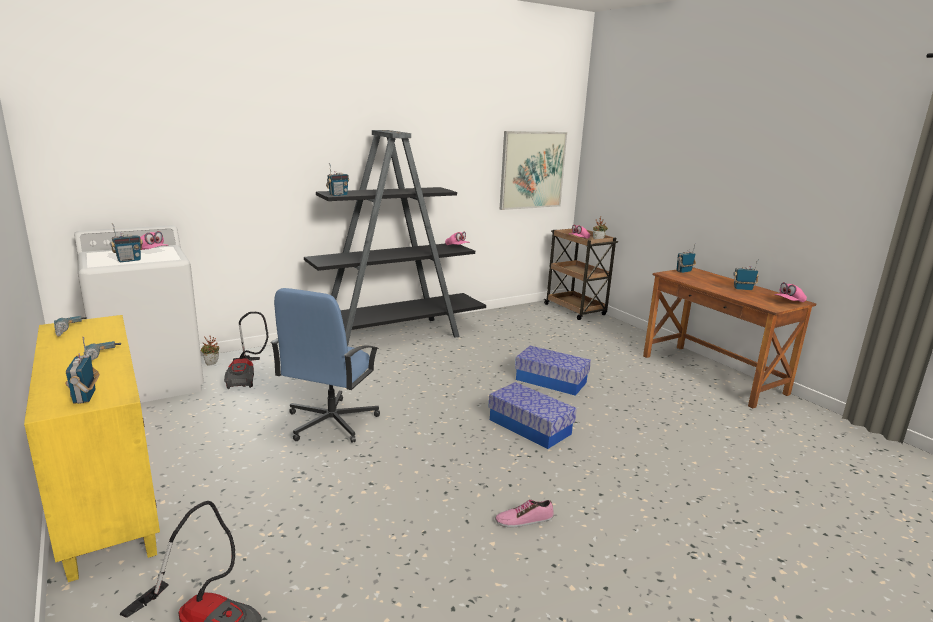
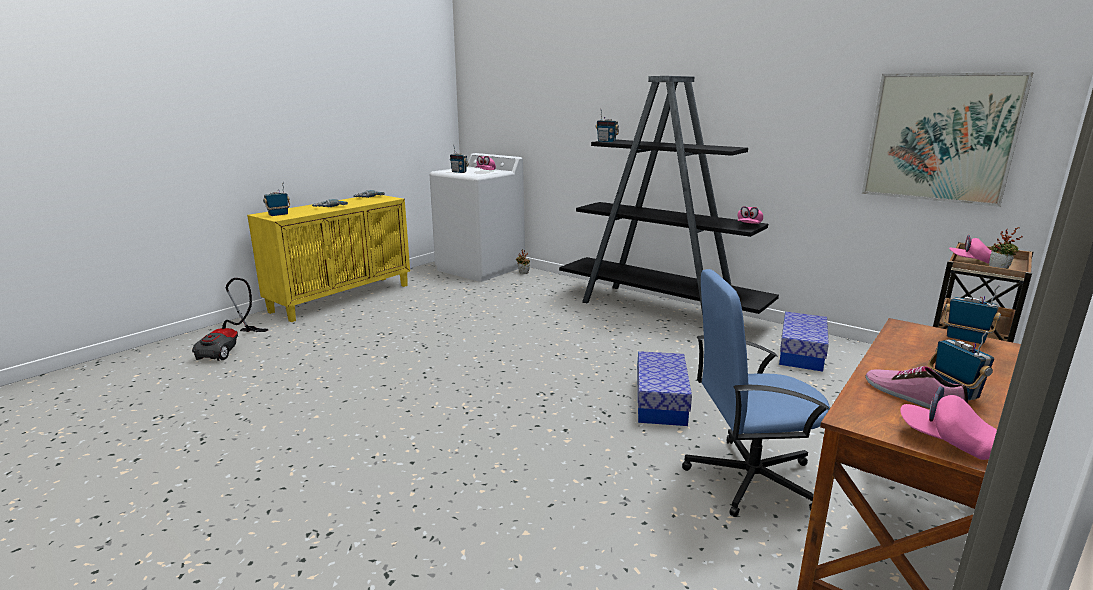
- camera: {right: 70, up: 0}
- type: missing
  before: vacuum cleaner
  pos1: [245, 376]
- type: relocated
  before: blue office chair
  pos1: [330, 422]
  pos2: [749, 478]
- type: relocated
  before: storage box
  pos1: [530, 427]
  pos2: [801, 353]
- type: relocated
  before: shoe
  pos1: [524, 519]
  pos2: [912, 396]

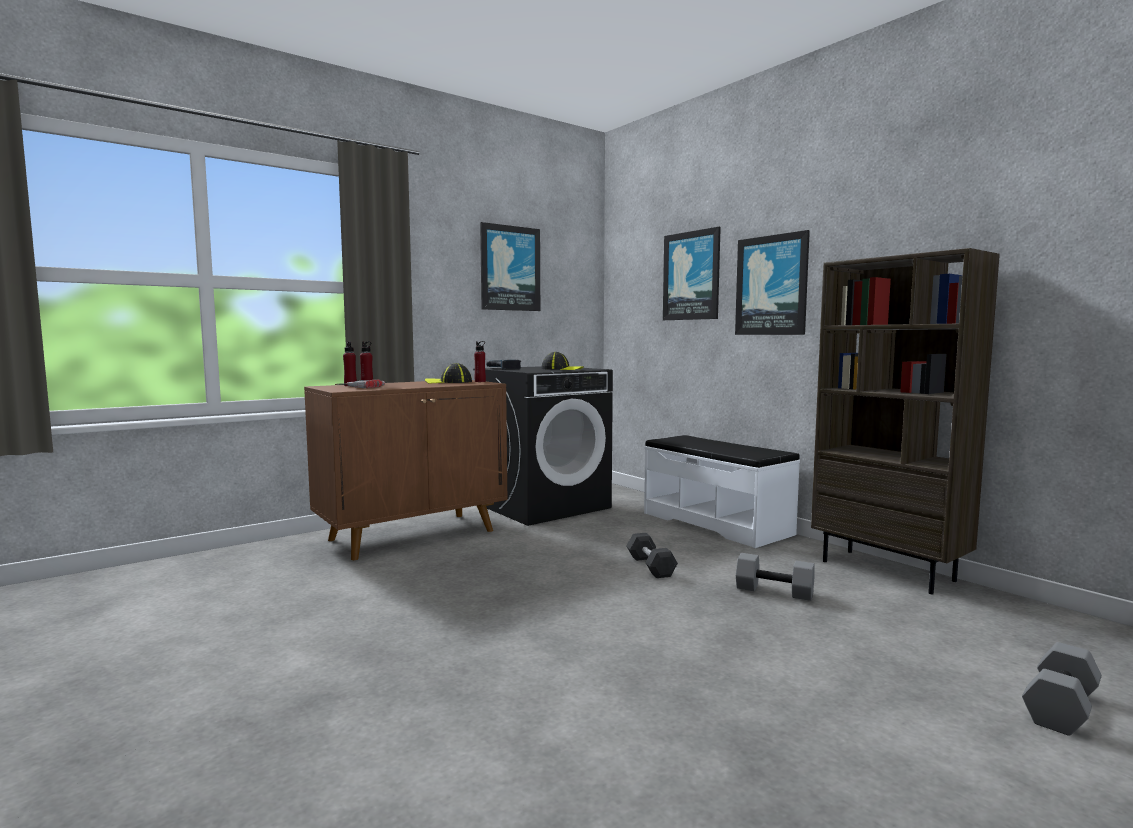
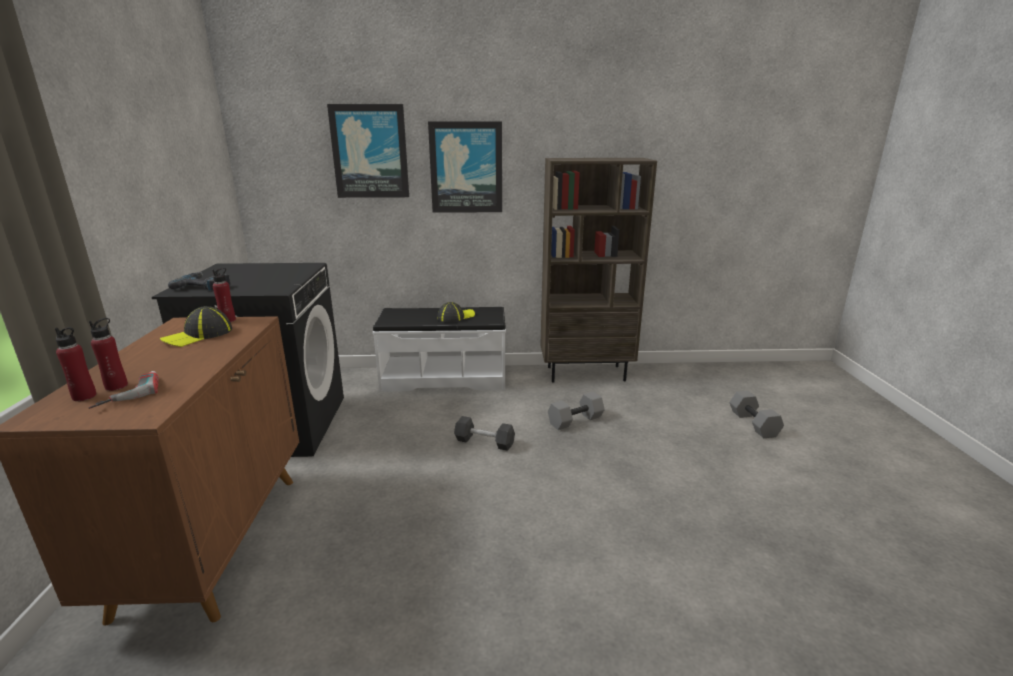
- camera: {right: -55, up: 15}
- type: missing
  before: picture
  pos1: [510, 268]
- type: relocated
  before: cap
  pos1: [562, 369]
  pos2: [455, 317]

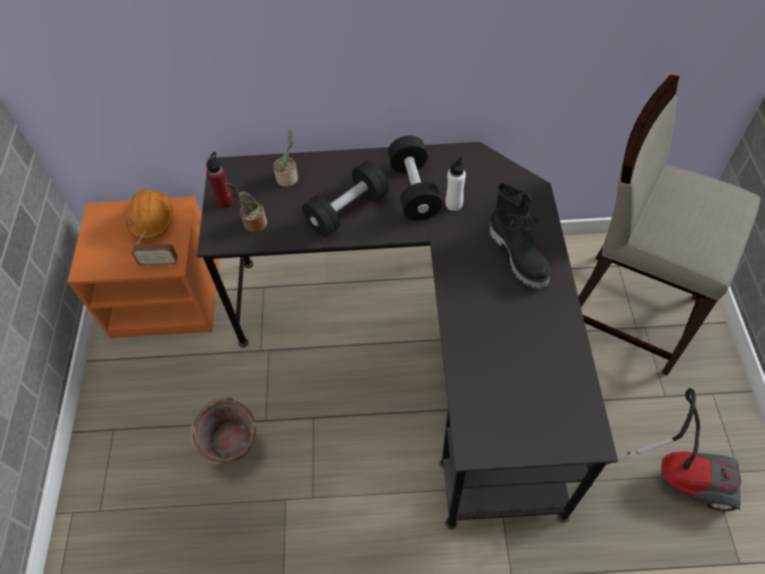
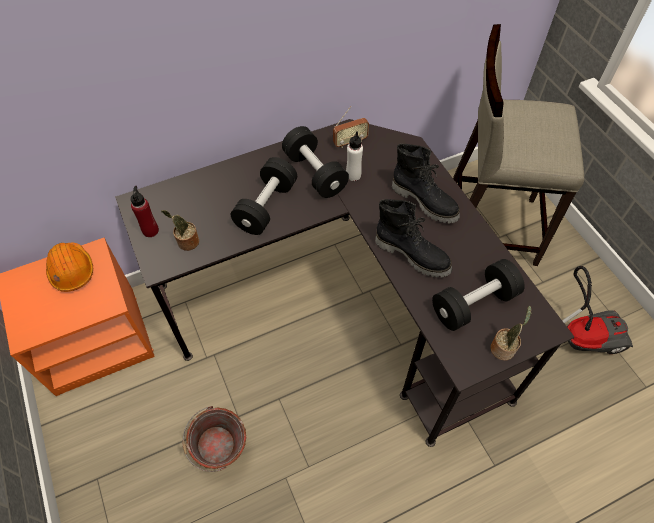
- camera: {right: -25, up: 0}
- type: appeared
  after: black boot
  pos2: [413, 254]
- type: appeared
  after: black dumbbell
  pos2: [474, 304]
- type: relocated
  before: radio
  pos1: [159, 262]
  pos2: [350, 142]
- type: relocated
  before: potted plant
  pos1: [289, 178]
  pos2: [503, 348]

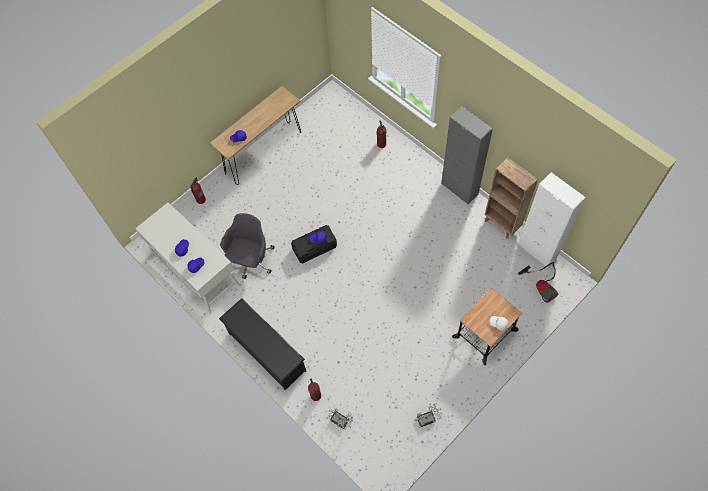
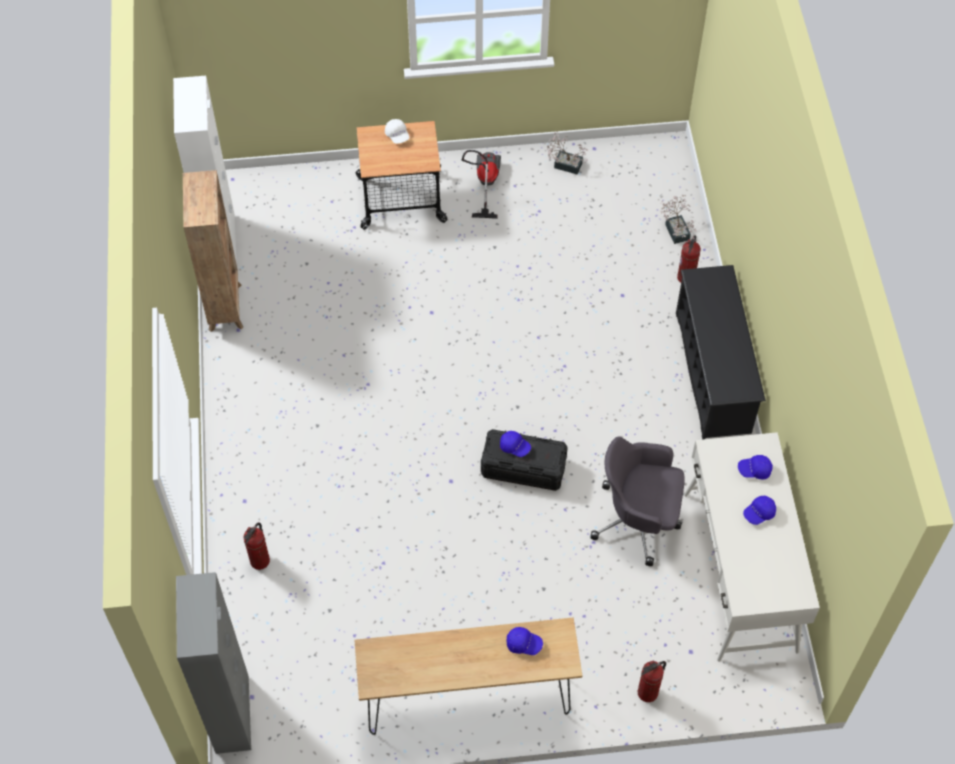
- camera: {right: -145, up: -5}
- type: relocated
  before: grey cabinet
  pos1: [459, 189]
  pos2: [232, 714]
- type: relocated
  before: vacuum cleaner
  pos1: [541, 287]
  pos2: [484, 183]
- type: spun
  before: grey office chair
  pos1: [251, 260]
  pos2: [638, 520]
  turn: 45

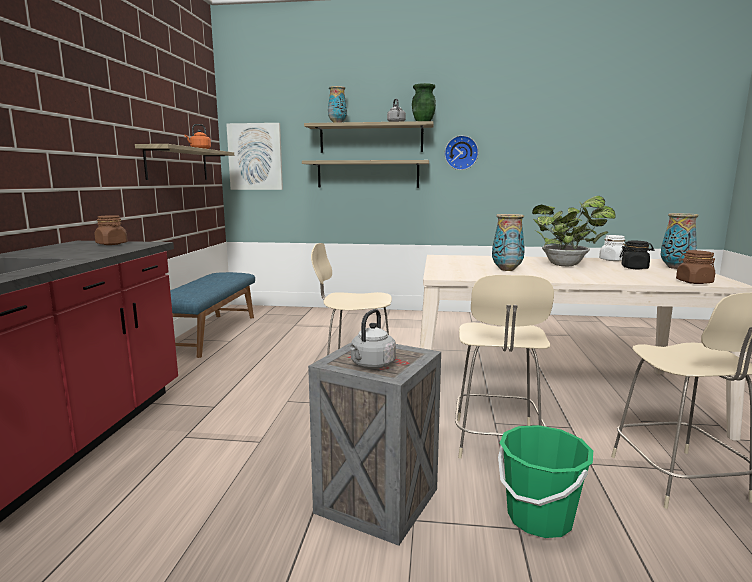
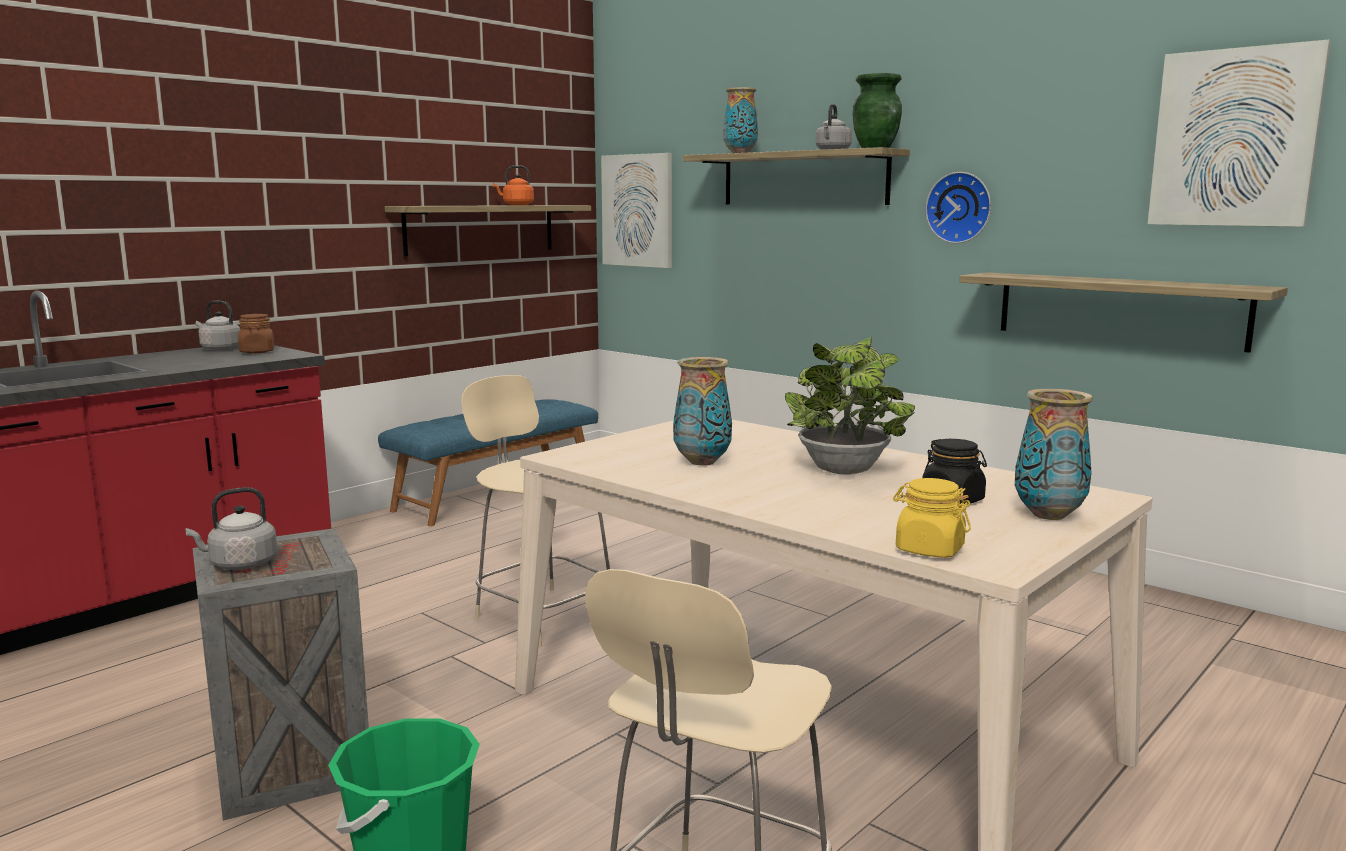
- camera: {right: 35, up: 0}
- type: missing
  before: beige chair
  pos1: [496, 442]
- type: missing
  before: white jar
  pos1: [612, 260]
- type: appeared
  after: grey kettle
  pos2: [219, 349]
- type: appeared
  after: picture
  pos2: [1234, 138]
- type: relocated
  before: shelf
  pos1: [368, 174]
  pos2: [1119, 309]
- type: colour
  before: brown jar
  after: yellow jar
  pos1: [694, 282]
  pos2: [929, 549]

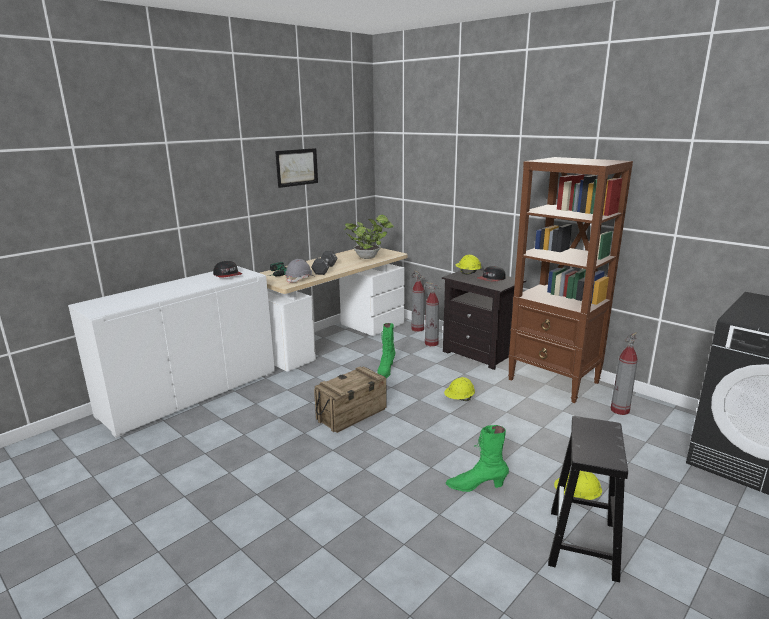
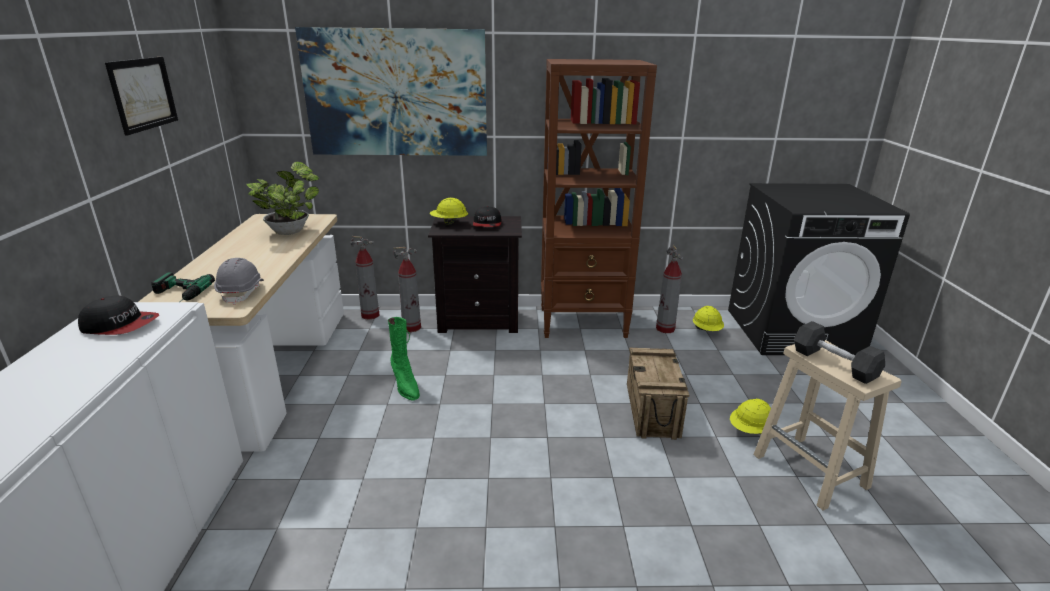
- camera: {right: -45, up: 5}
- type: missing
  before: green boot
  pos1: [476, 486]
- type: appeared
  after: picture
  pos2: [396, 93]
- type: relocated
  before: black dumbbell
  pos1: [325, 269]
  pos2: [834, 364]
- type: relocated
  before: crate
  pos1: [352, 414]
  pos2: [652, 411]
- type: relocated
  before: yellow hard hat
  pos1: [459, 399]
  pos2: [707, 330]
- type: colour
  before: black stool
  after: beige stool
  pos1: [583, 544]
  pos2: [811, 472]

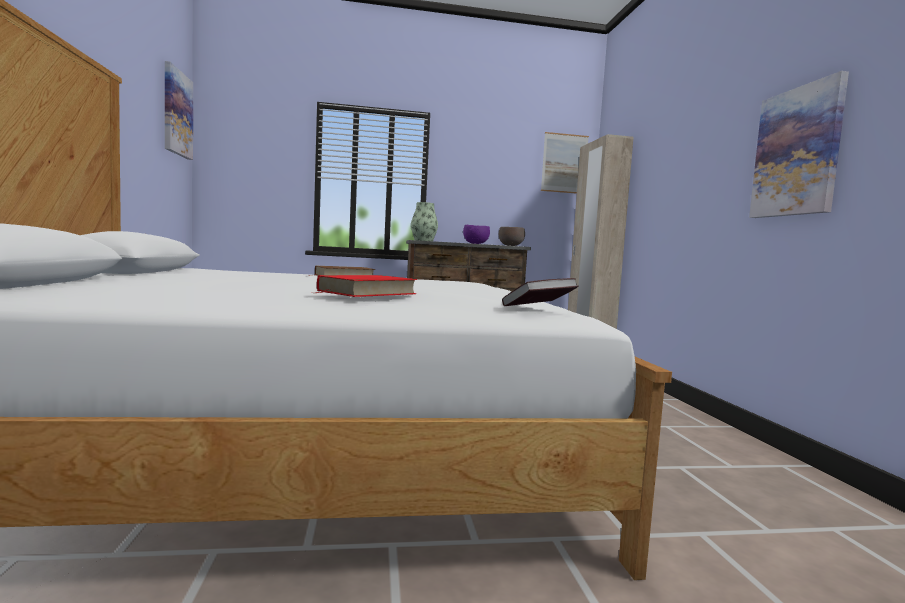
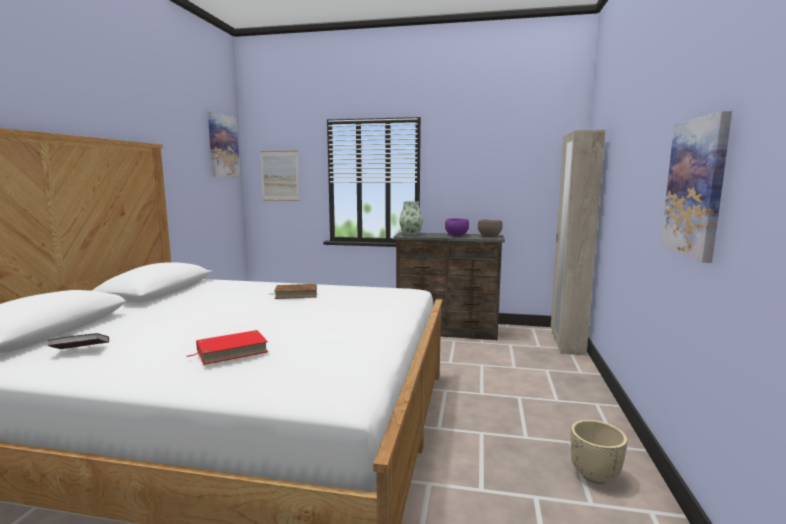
- camera: {right: 20, up: 5}
- type: appeared
  after: beige planter
  pos2: [595, 475]
- type: relocated
  before: book
  pos1: [538, 307]
  pos2: [80, 351]
- type: relocated
  before: picture
  pos1: [564, 163]
  pos2: [280, 176]

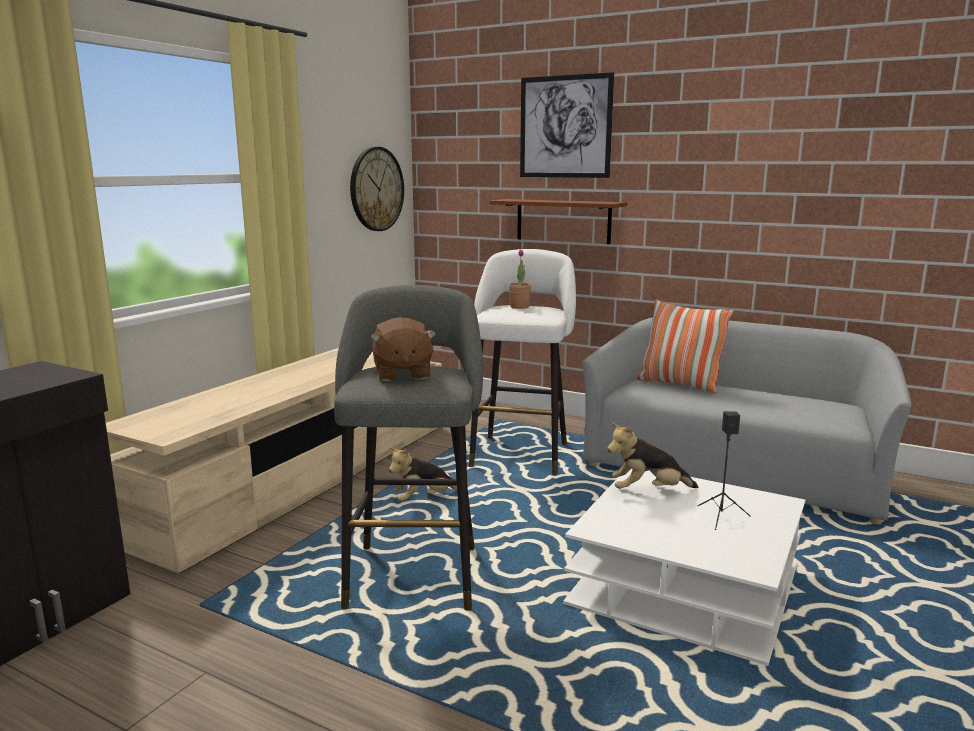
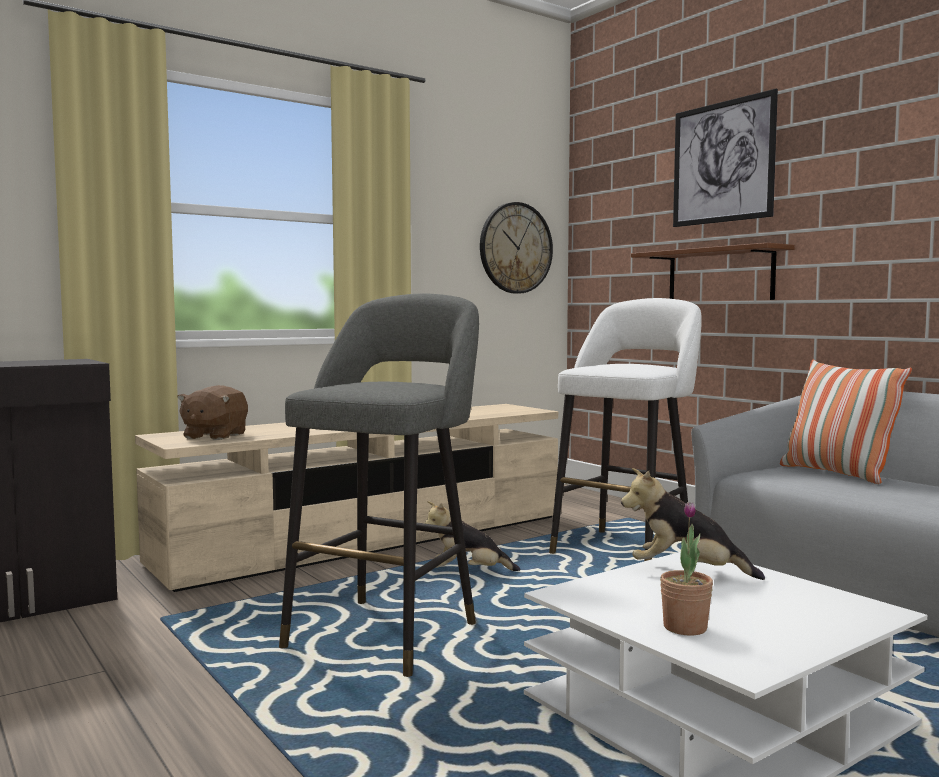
- camera: {right: 25, up: -10}
- type: missing
  before: black speaker
  pos1: [721, 517]
- type: relocated
  before: brown plush toy
  pos1: [402, 374]
  pos2: [214, 436]
- type: relocated
  before: potted plant
  pos1: [519, 307]
  pos2: [685, 627]

